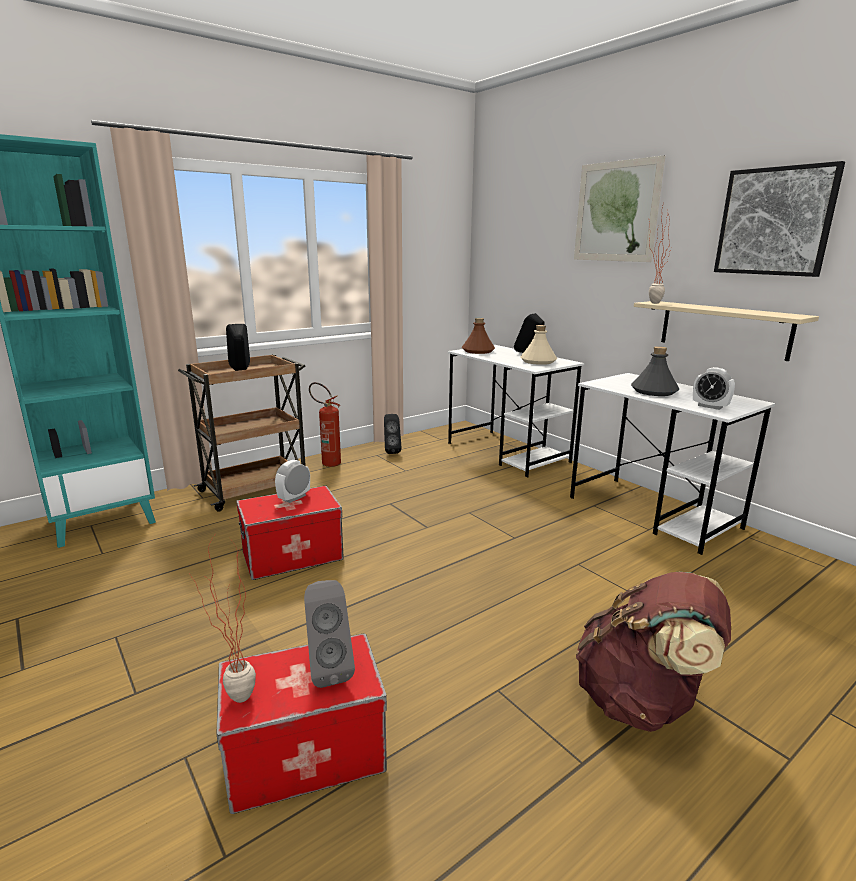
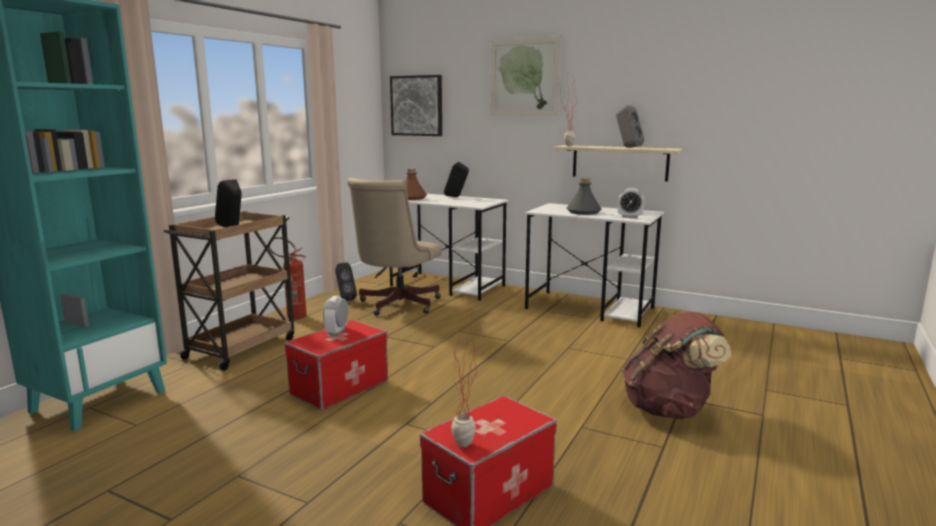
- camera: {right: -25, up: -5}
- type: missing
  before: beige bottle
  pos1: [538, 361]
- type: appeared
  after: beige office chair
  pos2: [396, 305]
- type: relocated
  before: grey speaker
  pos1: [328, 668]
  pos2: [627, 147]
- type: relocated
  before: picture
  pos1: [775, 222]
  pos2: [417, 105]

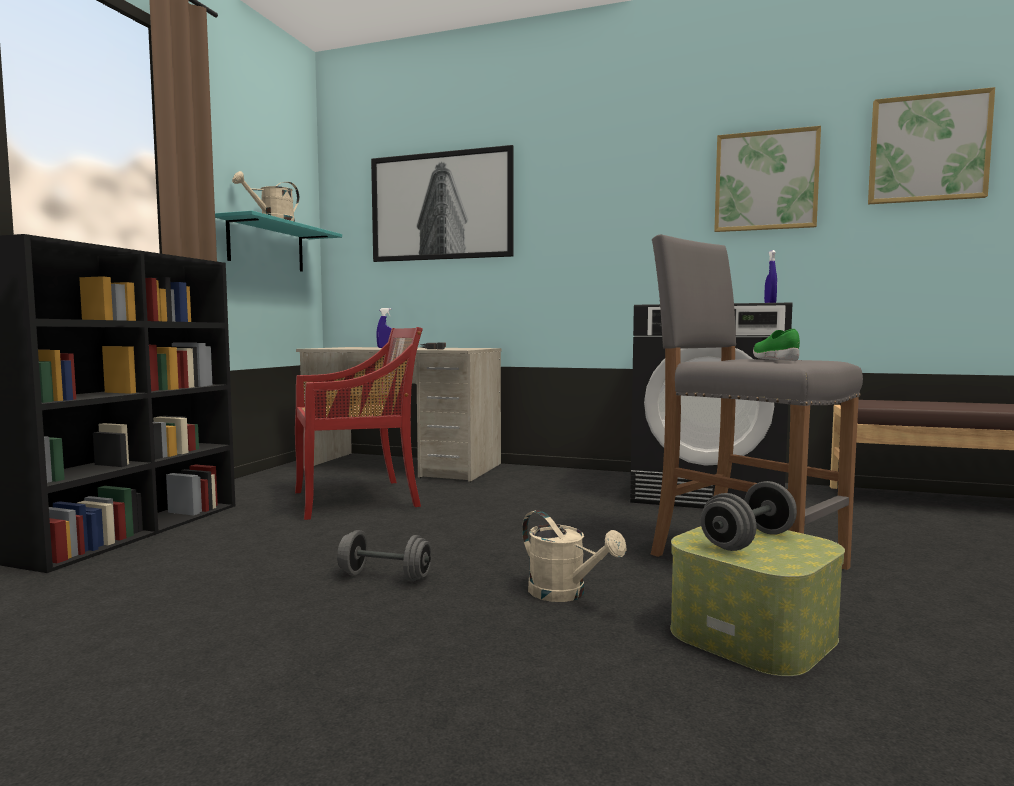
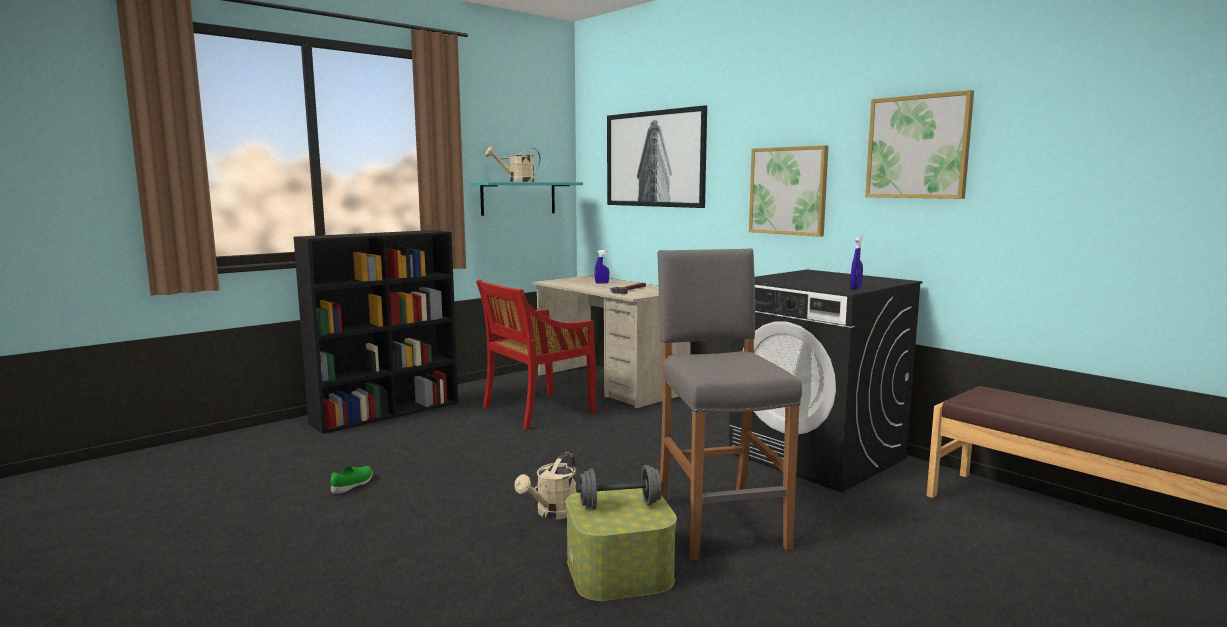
- camera: {right: 30, up: 5}
- type: missing
  before: grey dumbbell
  pos1: [385, 576]
- type: relocated
  before: green shoe
  pos1: [776, 360]
  pos2: [353, 485]
- type: relocated
  before: picture
  pos1: [927, 149]
  pos2: [788, 191]
- type: spun
  before: red chair
  pos1: [358, 499]
  pos2: [537, 411]
  turn: 135
- type: spun
  before: beige watering can
  pos1: [565, 594]
  pos2: [552, 513]
  turn: 45

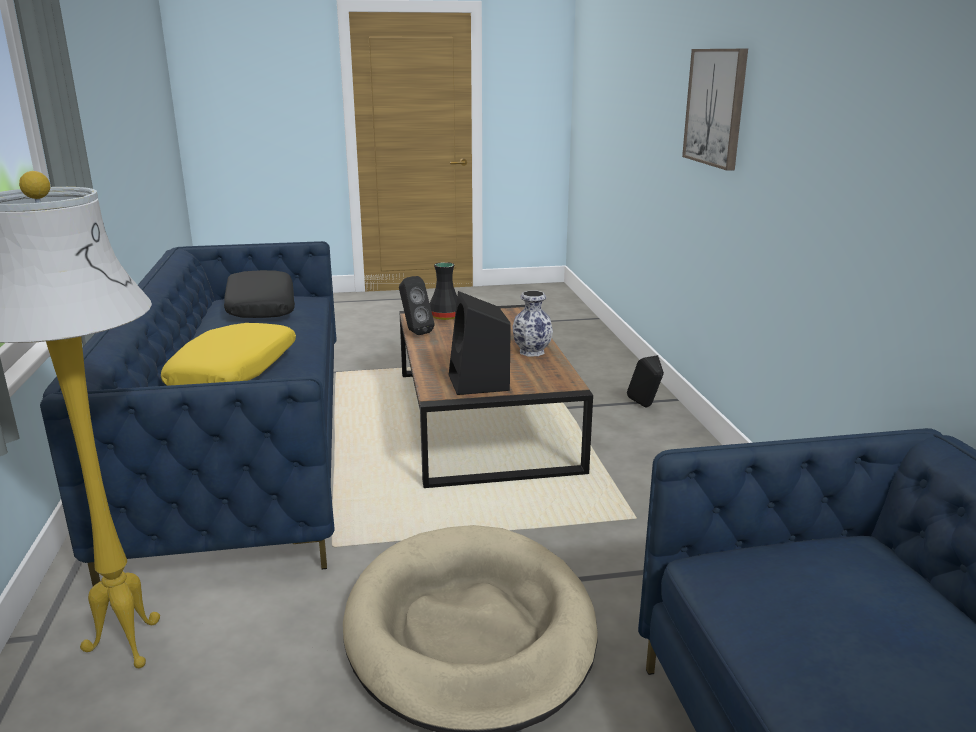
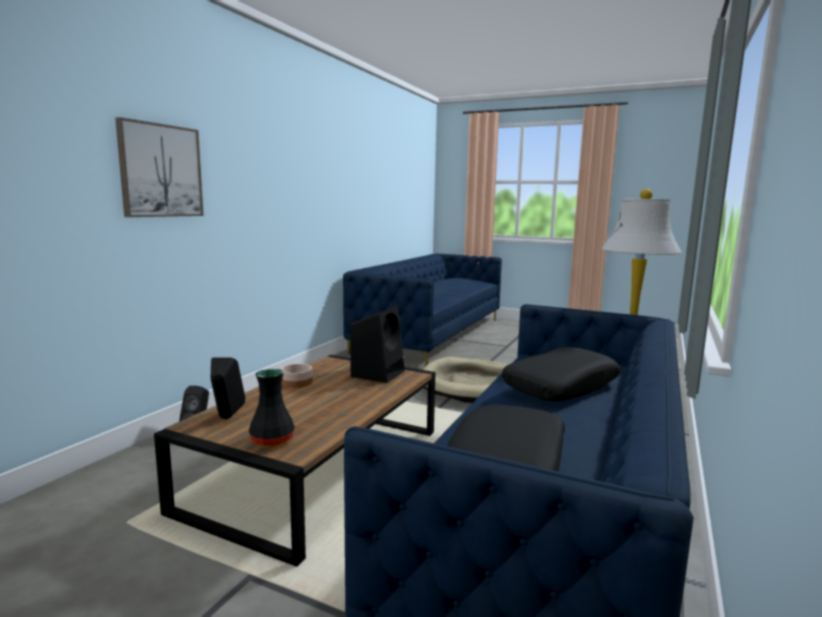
- camera: {right: -145, up: -10}
- type: relocated
  before: black speaker
  pos1: [414, 332]
  pos2: [226, 418]
- type: exchanged
  before: vase
  after: bowl
  pos1: [531, 352]
  pos2: [297, 382]
- type: colour
  before: yellow pillow
  after: black pillow
  pos1: [235, 371]
  pos2: [560, 386]

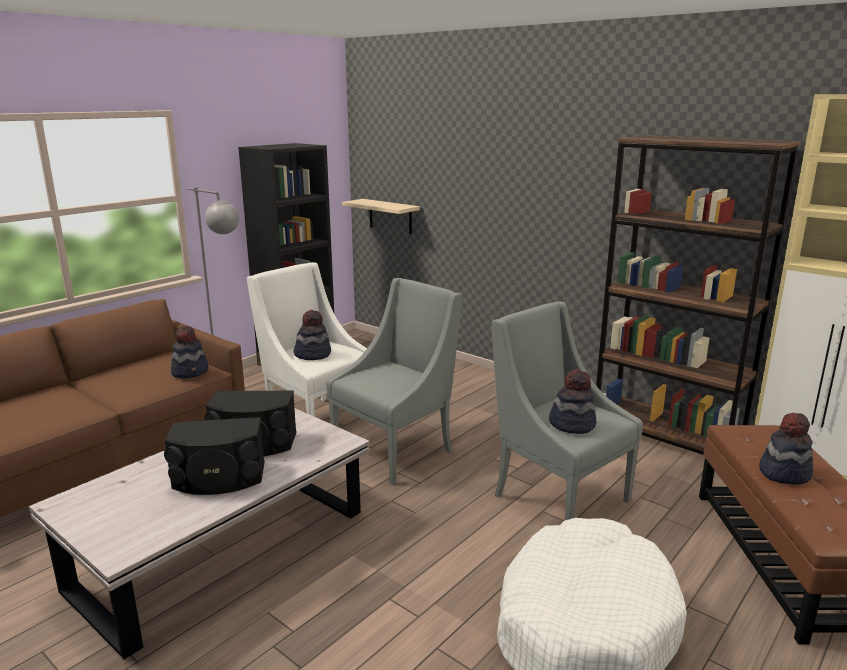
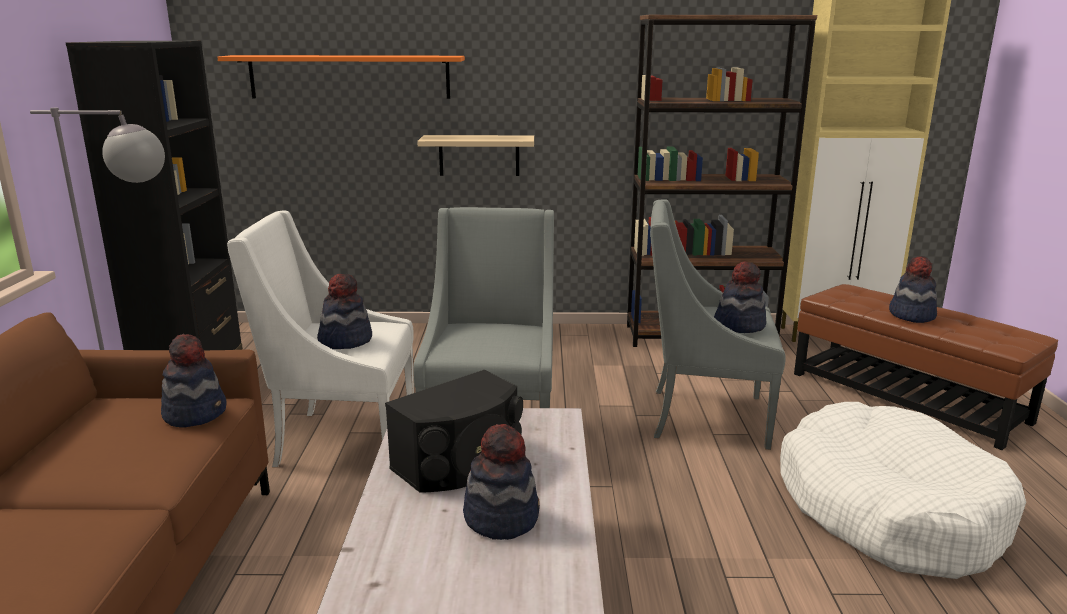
- camera: {right: -40, up: 0}
- type: appeared
  after: orange shelf
  pos2: [349, 77]
- type: relocated
  before: beige shelf
  pos1: [390, 216]
  pos2: [479, 155]
- type: exchanged
  before: black speaker
  after: hat
  pos1: [218, 478]
  pos2: [501, 517]

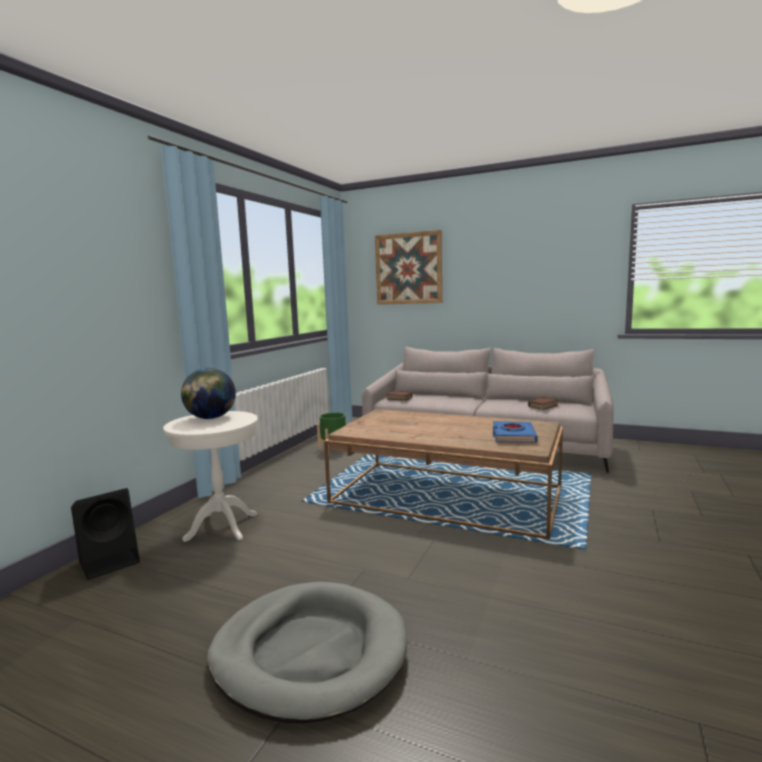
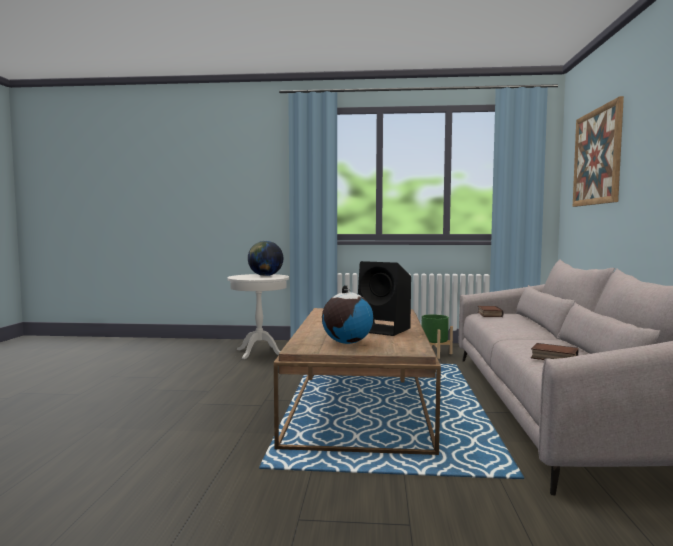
- camera: {right: 70, up: -5}
- type: missing
  before: grey dog bed
  pos1: [310, 652]
- type: relocated
  before: black speaker
  pos1: [111, 561]
  pos2: [385, 330]
- type: exchanged
  before: blue book
  after: globe
  pos1: [513, 436]
  pos2: [346, 342]

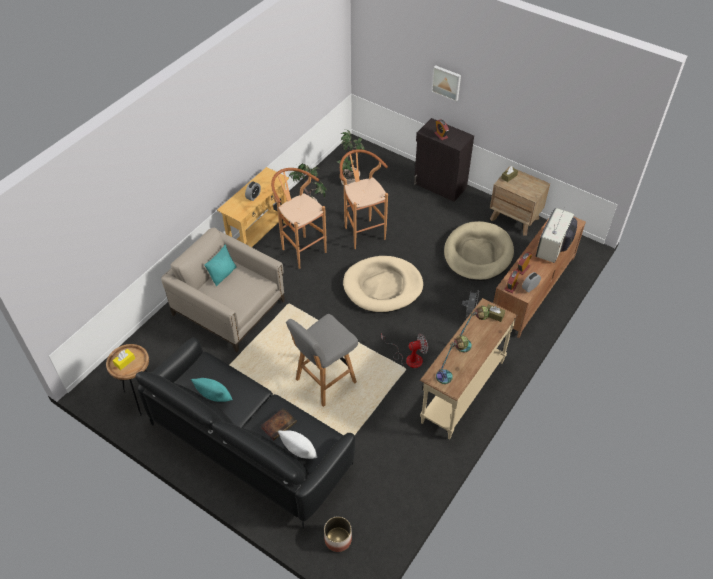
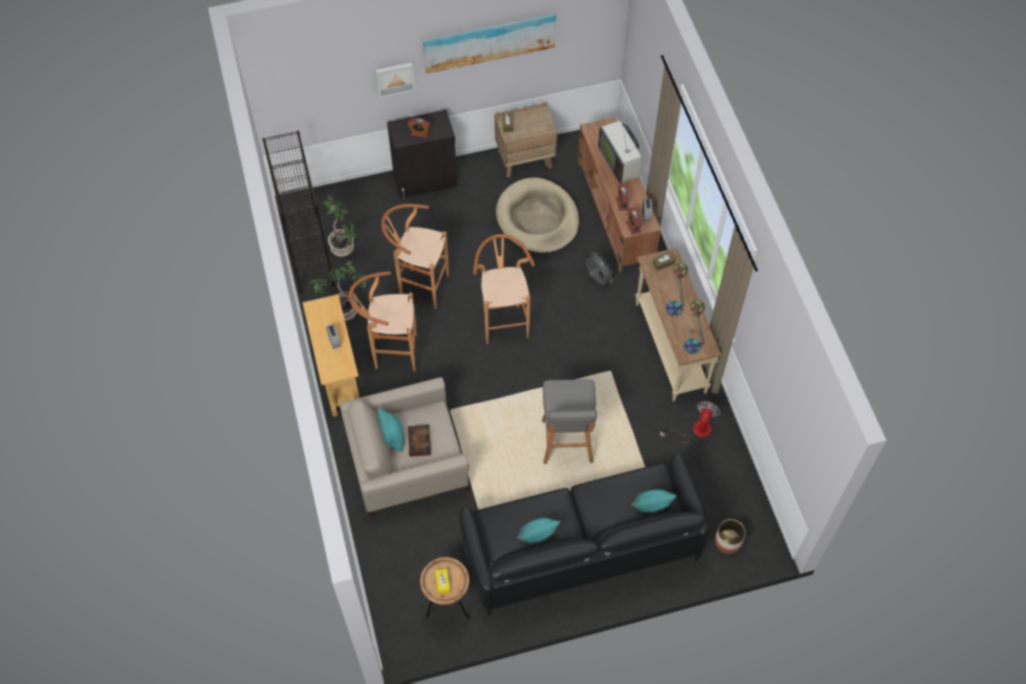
- camera: {right: -50, up: 10}
- type: appeared
  after: black bookcase
  pos2: [308, 253]
- type: appeared
  after: picture
  pos2: [489, 41]
- type: relocated
  before: book
  pos1: [279, 424]
  pos2: [419, 441]
- type: relocated
  before: fan
  pos1: [408, 358]
  pos2: [694, 431]
- type: exchanged
  before: beige dog bed
  after: brown stool
  pos1: [383, 286]
  pos2: [503, 320]
- type: colour
  before: white pillow
  after: turquoise pillow
  pos1: [299, 451]
  pos2: [651, 506]

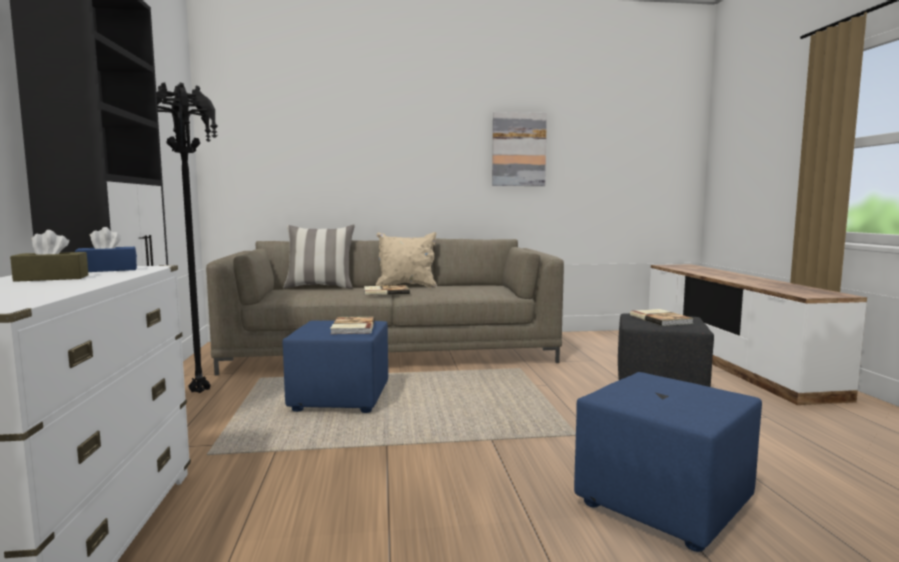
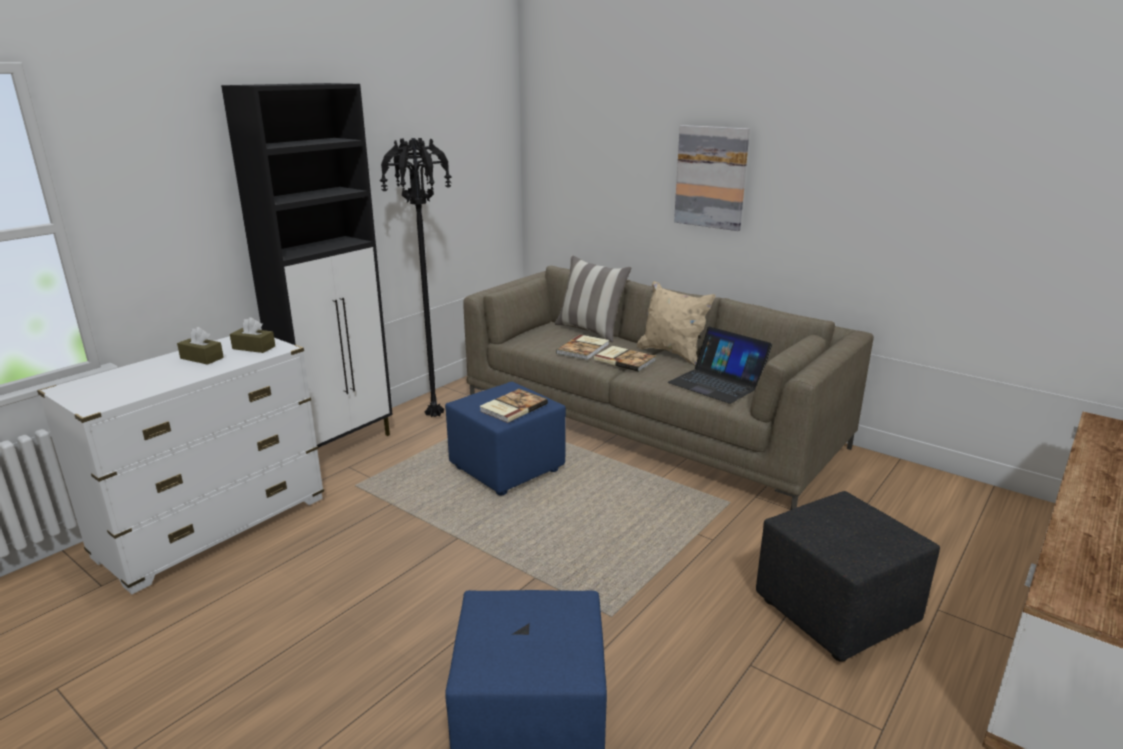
- camera: {right: 45, up: 15}
- type: appeared
  after: laptop
  pos2: [717, 383]
- type: relocated
  before: picture
  pos1: [518, 149]
  pos2: [711, 177]
- type: relocated
  before: book
  pos1: [661, 319]
  pos2: [584, 349]
- type: colour
  before: blue tissue box
  after: brown tissue box
  pos1: [108, 270]
  pos2: [254, 347]

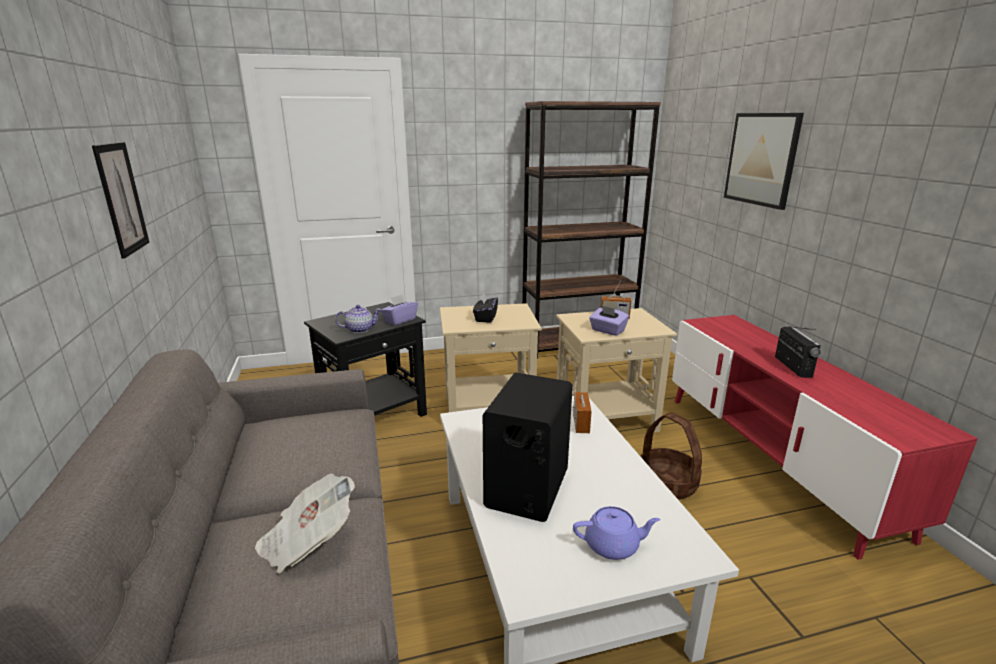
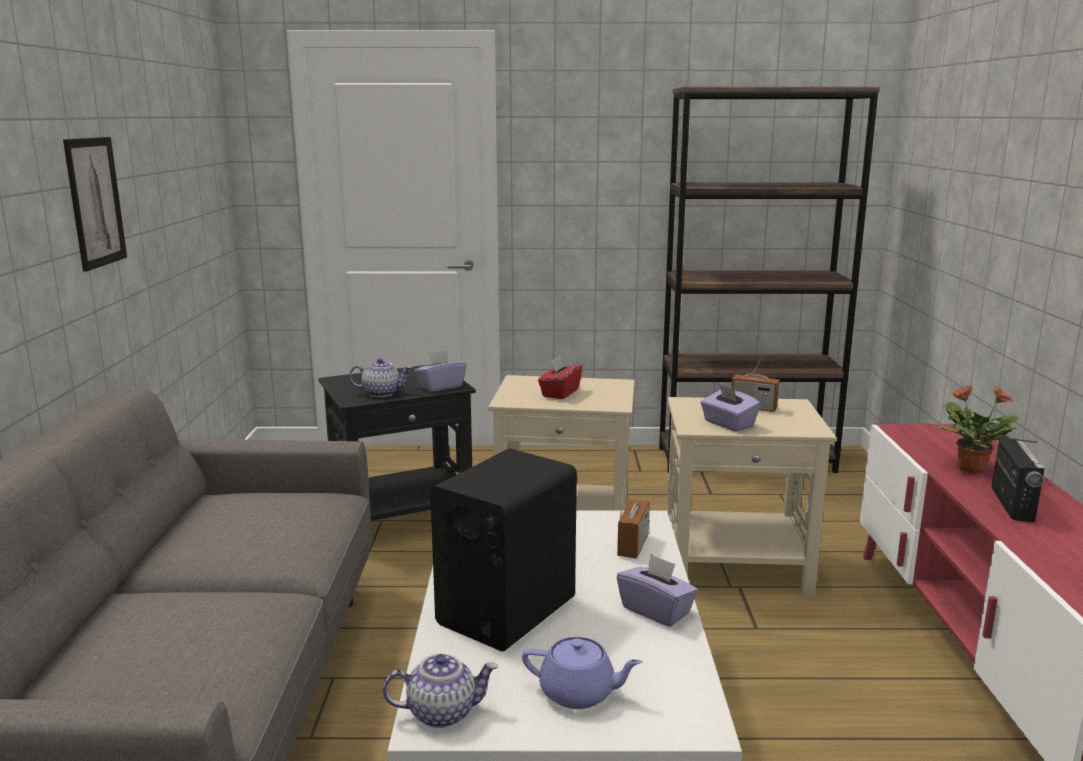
- camera: {right: 15, up: -5}
- type: missing
  before: newspaper
  pos1: [308, 541]
- type: missing
  before: basket
  pos1: [667, 484]
- type: missing
  before: picture
  pos1: [761, 159]
- type: appeared
  after: teapot
  pos2: [442, 712]
- type: appeared
  after: purple tissue box
  pos2: [656, 610]
- type: appeared
  after: potted plant
  pos2: [969, 468]
- type: colour
  before: black tissue box
  after: red tissue box
  pos1: [485, 318]
  pos2: [560, 393]

